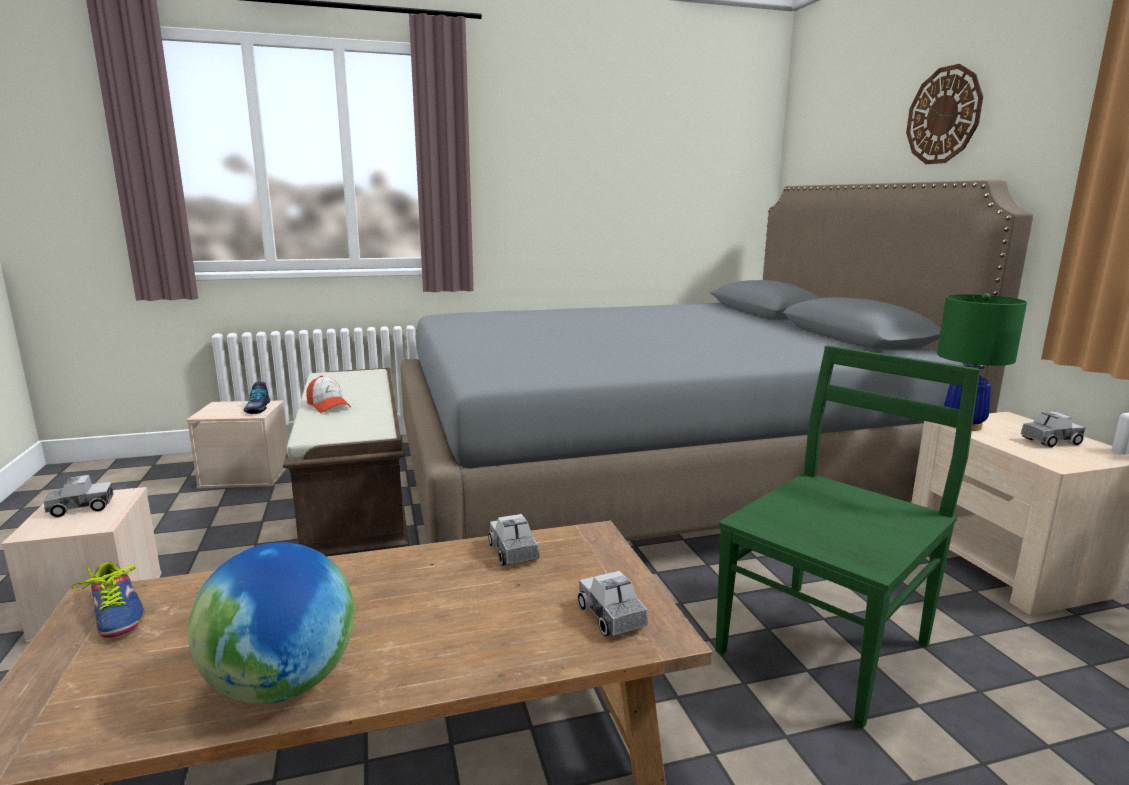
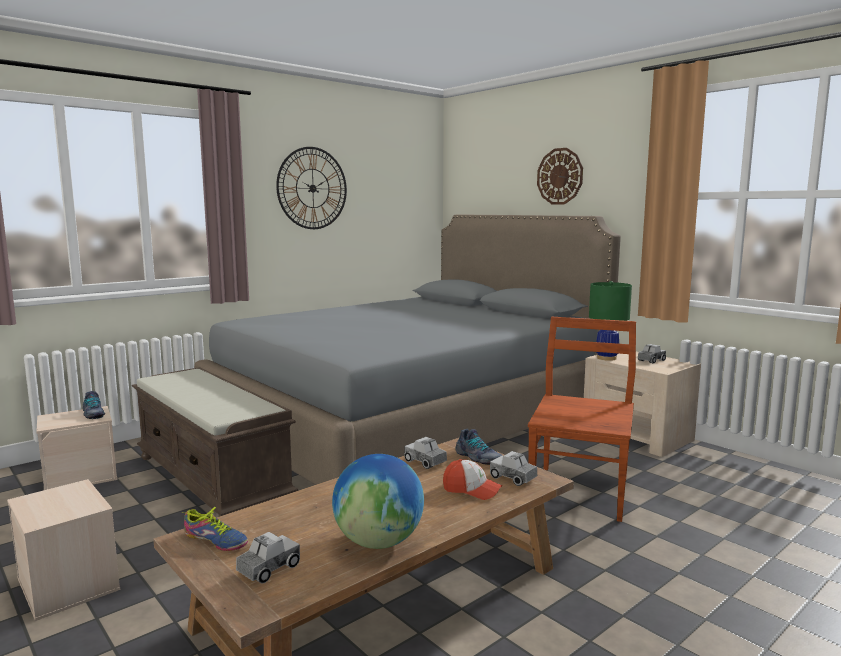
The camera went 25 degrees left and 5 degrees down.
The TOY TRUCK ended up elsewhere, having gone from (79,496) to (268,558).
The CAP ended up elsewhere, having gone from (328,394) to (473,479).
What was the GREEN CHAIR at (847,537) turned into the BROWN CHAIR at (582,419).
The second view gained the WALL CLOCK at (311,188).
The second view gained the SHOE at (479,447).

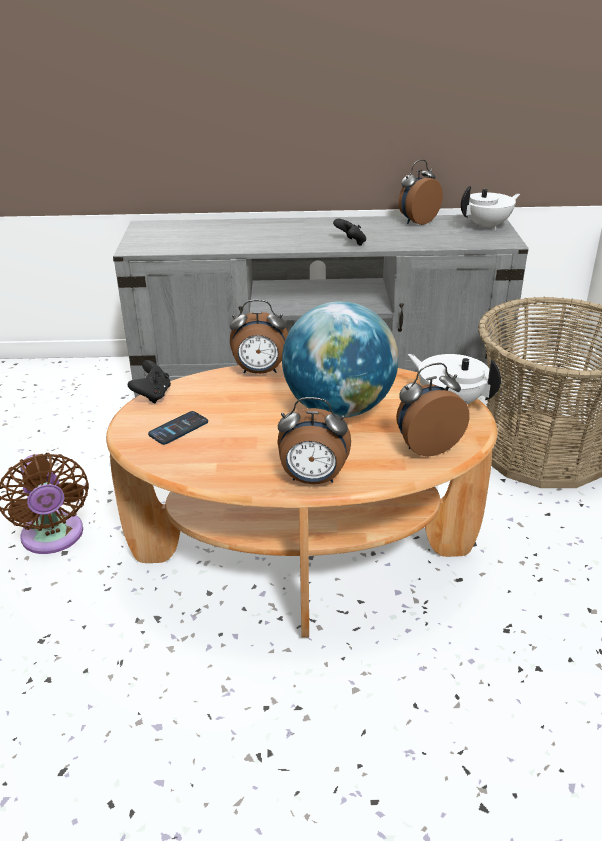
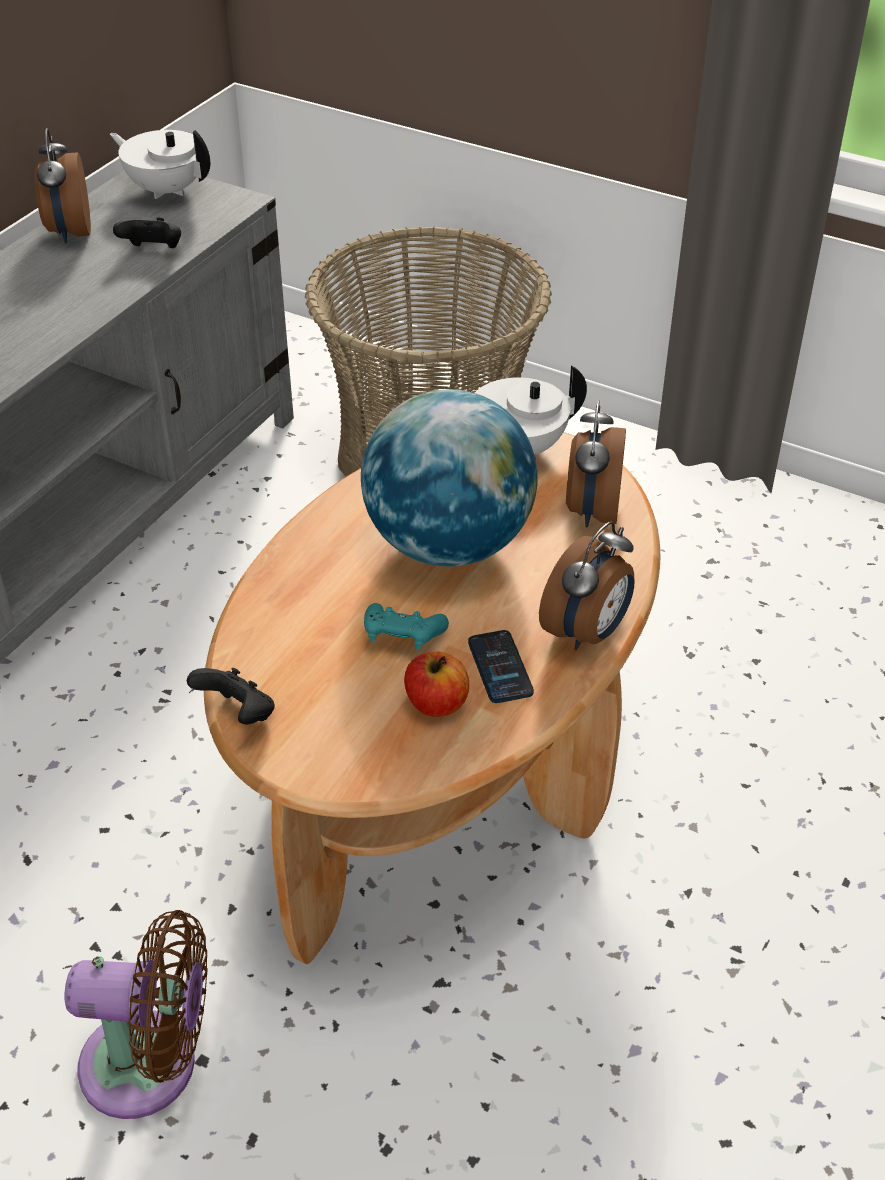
The camera went 60 degrees left and 10 degrees up.
The PHONE ended up elsewhere, having gone from (178,428) to (501,666).
The second view lost the ALARM CLOCK at (259,337).
The BLACK GAME CONTROLLER ended up elsewhere, having gone from (349,232) to (147,232).
The WHITE TEAPOT at (490,208) ended up facing another way, 60 degrees counterclockwise from before.
The second view gained the TURQUOISE GAME CONTROLLER at (406,626).
The second view gained the APPLE at (436,684).

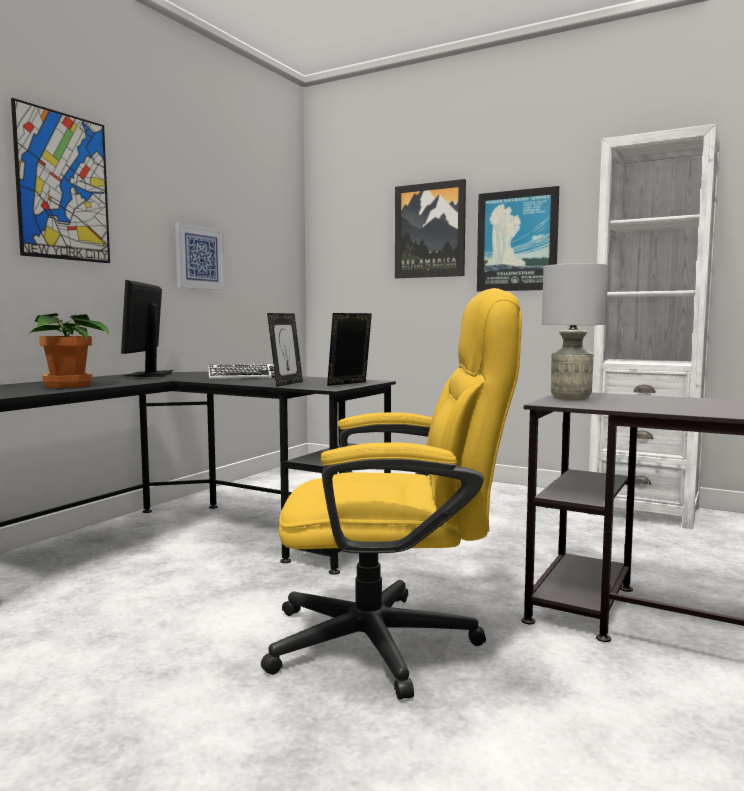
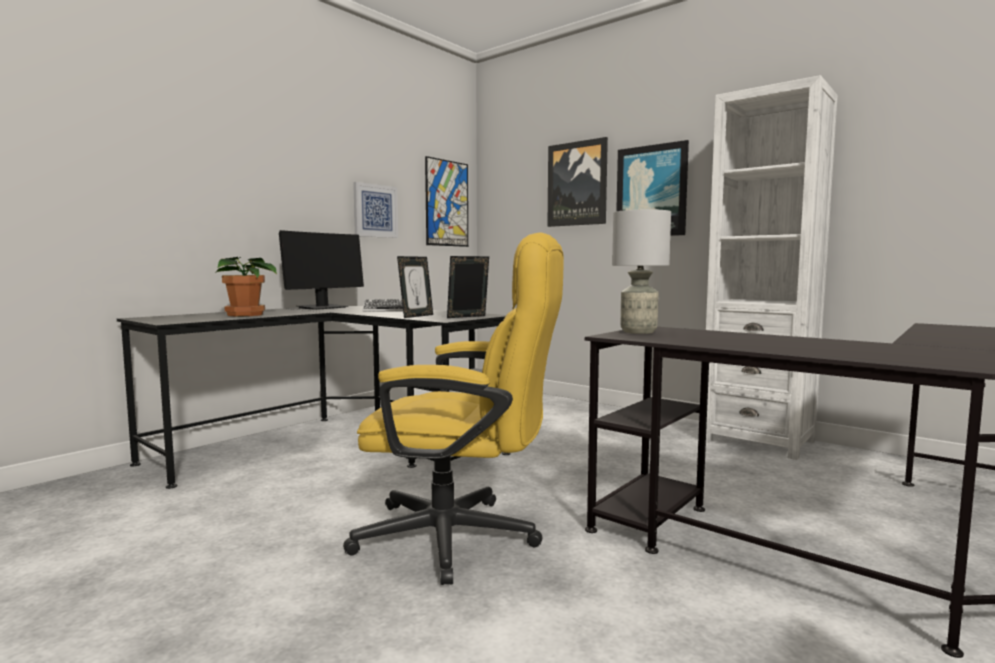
The camera went 10 degrees right and 0 degrees up.
The PICTURE ended up elsewhere, having gone from (60,180) to (446,201).
The MONITOR at (147,328) ended up facing another way, 150 degrees counterclockwise from before.

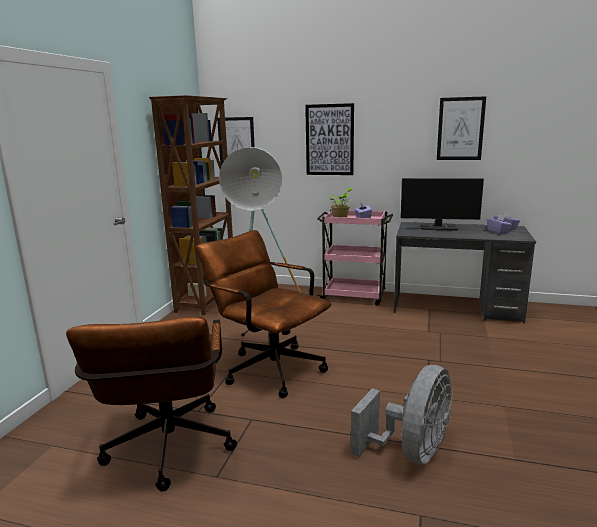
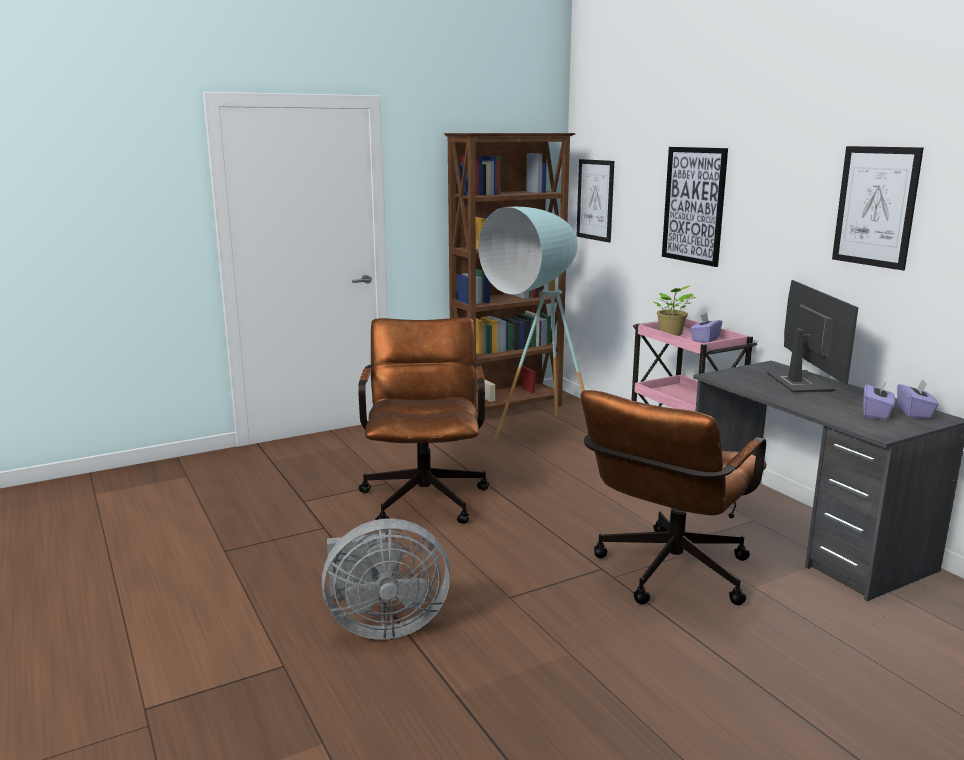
The camera went 45 degrees right and 0 degrees up.
The BROWN OFFICE CHAIR ended up elsewhere, having gone from (151,404) to (674,497).
The MONITOR at (442,204) ended up facing another way, 150 degrees counterclockwise from before.

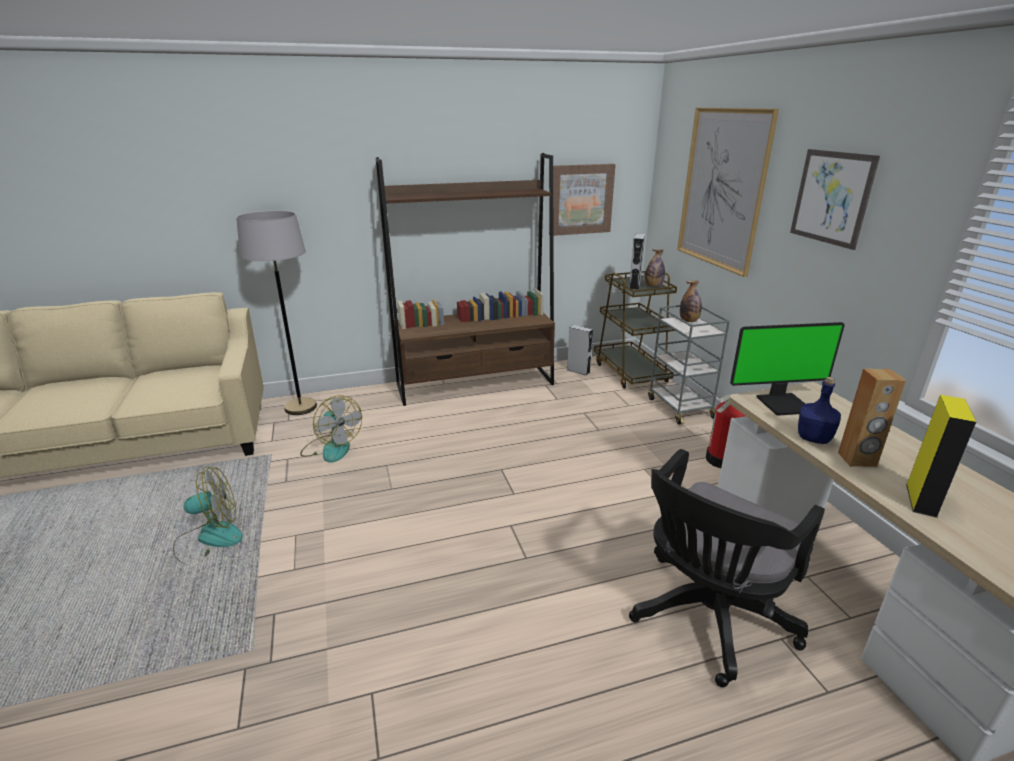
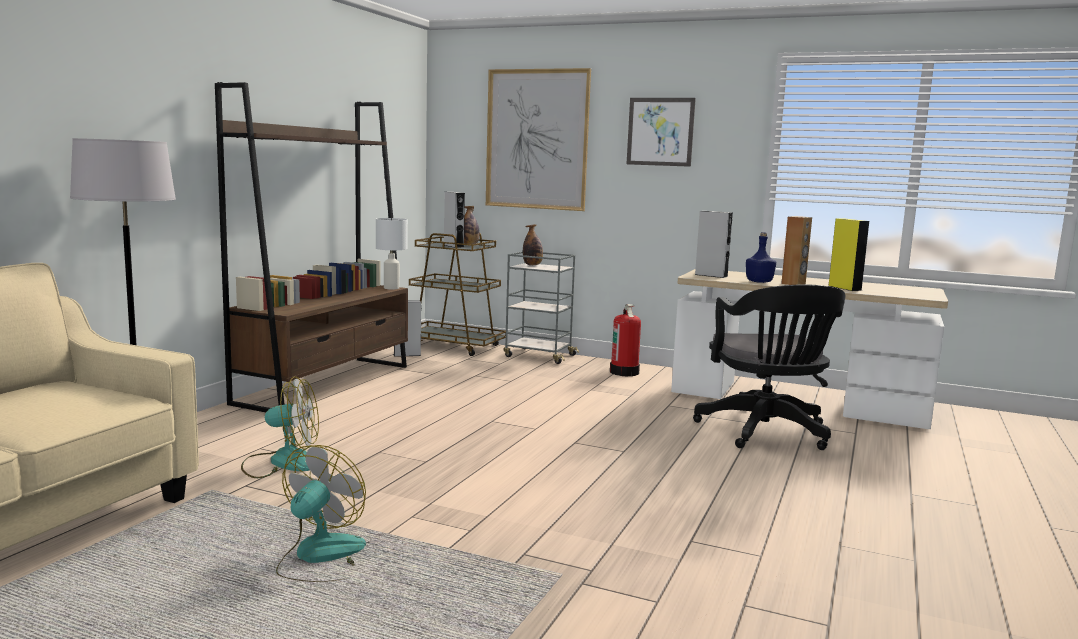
The camera went 50 degrees left and 15 degrees down.
The second view lost the PICTURE at (582,200).
Where the MONITOR stood at (787,369), the GREY SPEAKER came to stand at (714,244).
The second view gained the WHITE TABLE LAMP at (392,254).

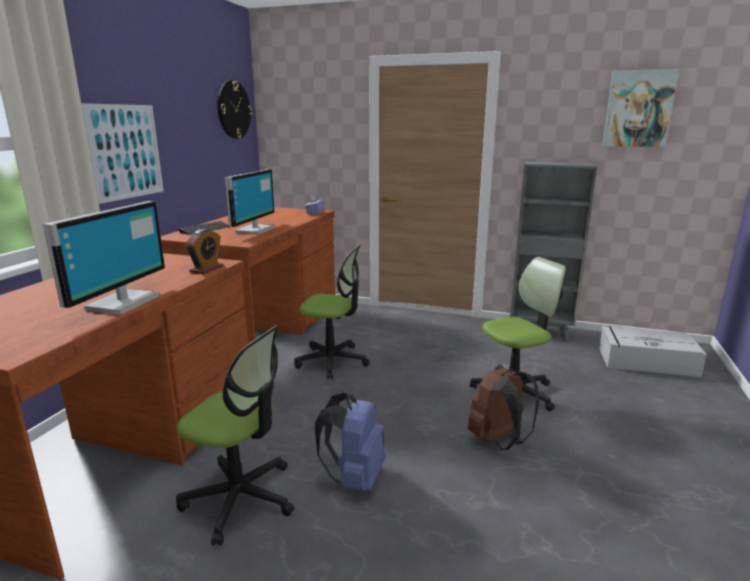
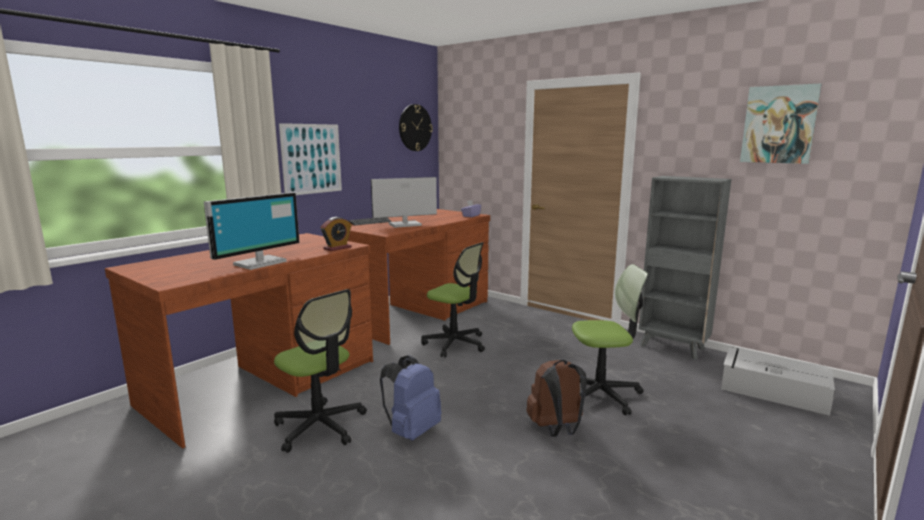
The camera went 20 degrees right and 5 degrees down.
The MONITOR at (249,202) ended up facing another way, 150 degrees counterclockwise from before.

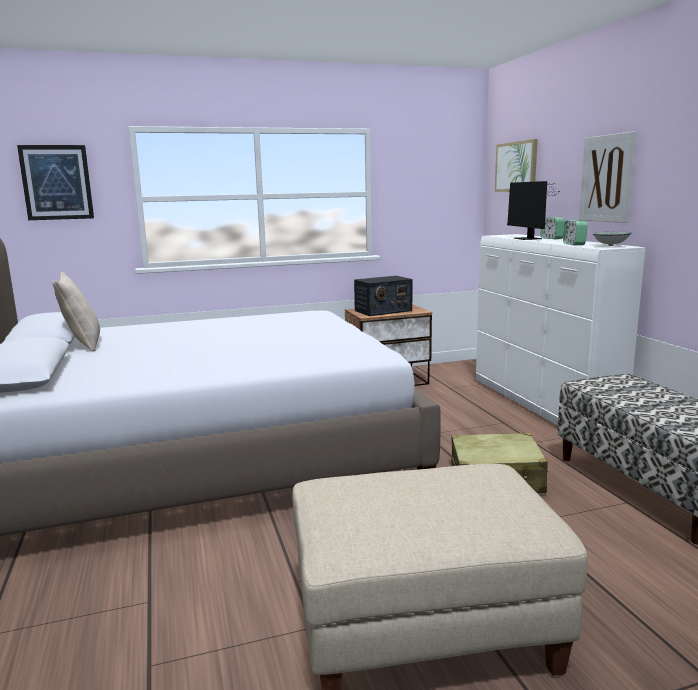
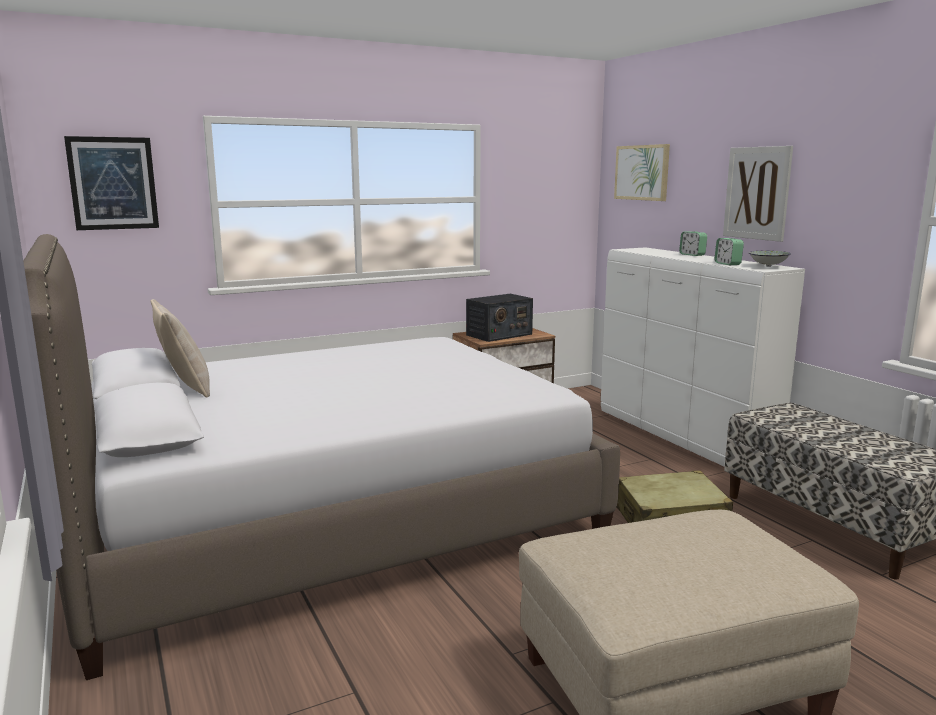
The camera went 10 degrees left and 0 degrees up.
The second view lost the MONITOR at (531,210).

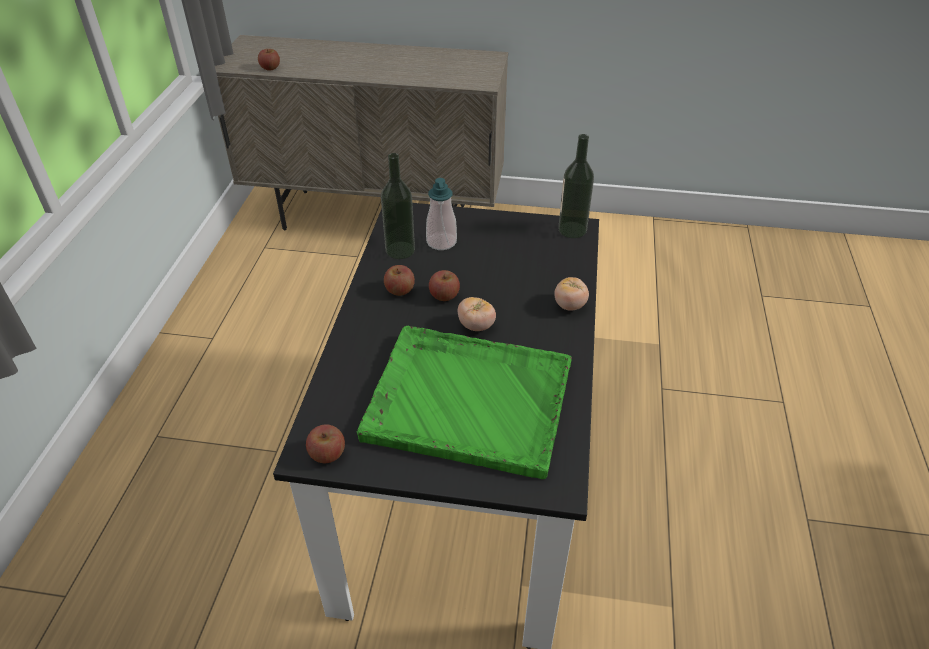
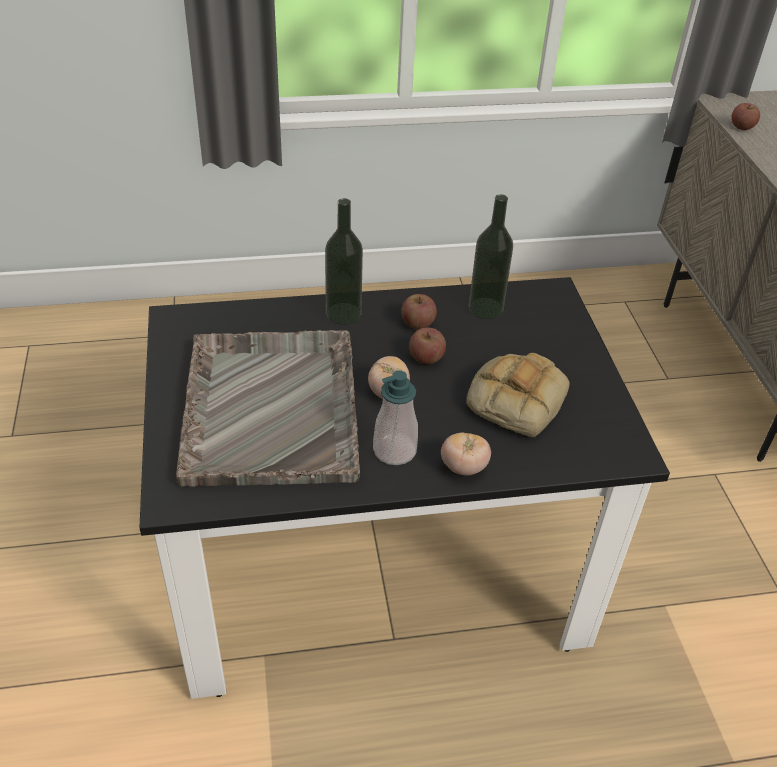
The camera went 70 degrees right and 0 degrees up.
The second view lost the APPLE at (325,443).
What was the GREEN TRAY at (464,402) turned into the GREY TRAY at (268,408).
The SOAP DISPENSER ended up elsewhere, having gone from (441,214) to (395,417).
The BOTTLE ended up elsewhere, having gone from (576,186) to (344,261).
The second view gained the BREAD at (518,395).

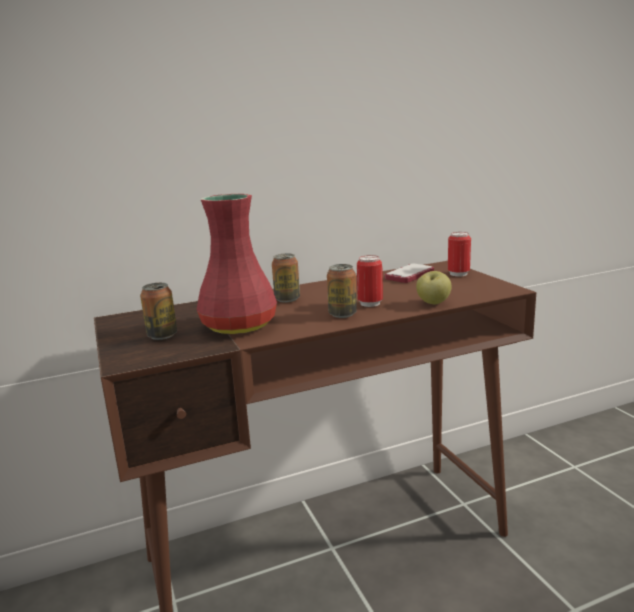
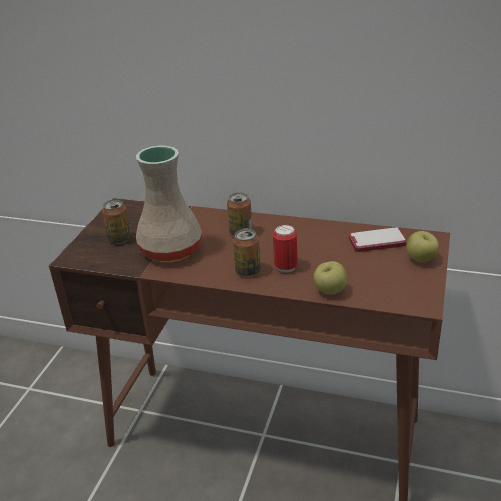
The camera went 40 degrees right and 15 degrees up.
What was the RED VASE at (237,264) turned into the BEIGE VASE at (169,203).
Where the CAN stood at (459,254), the APPLE came to stand at (422,246).

